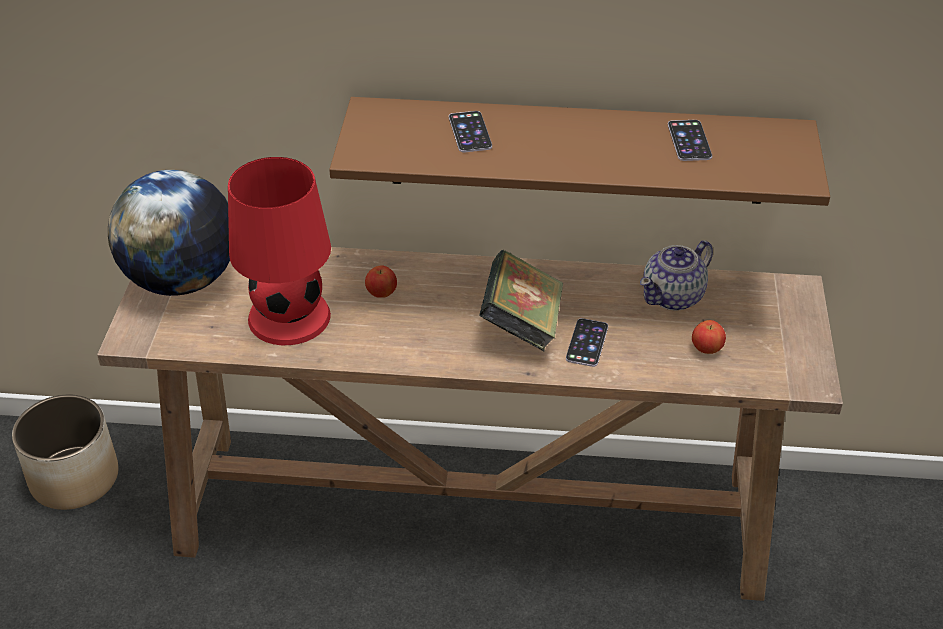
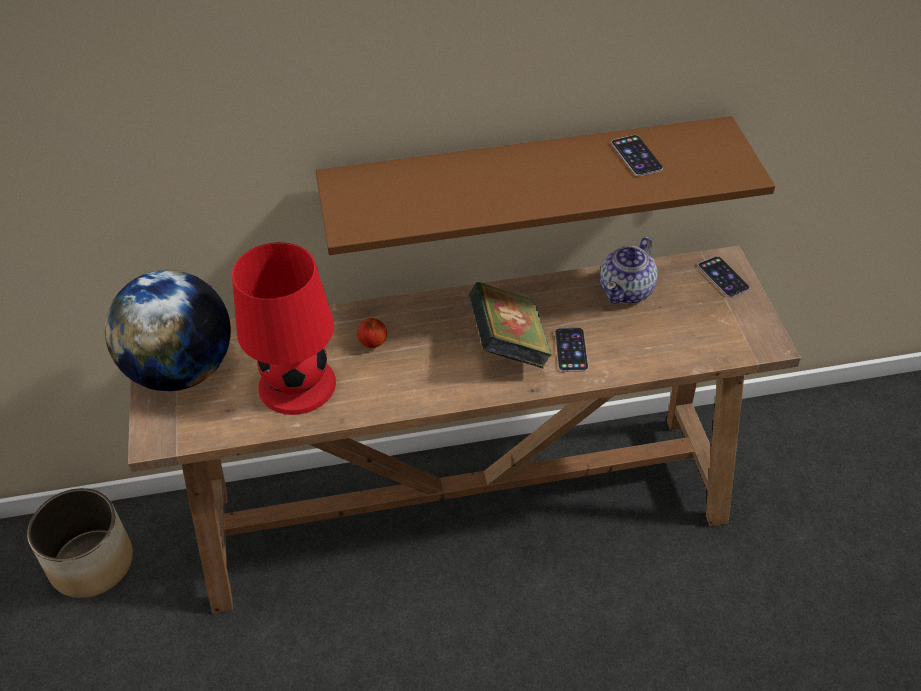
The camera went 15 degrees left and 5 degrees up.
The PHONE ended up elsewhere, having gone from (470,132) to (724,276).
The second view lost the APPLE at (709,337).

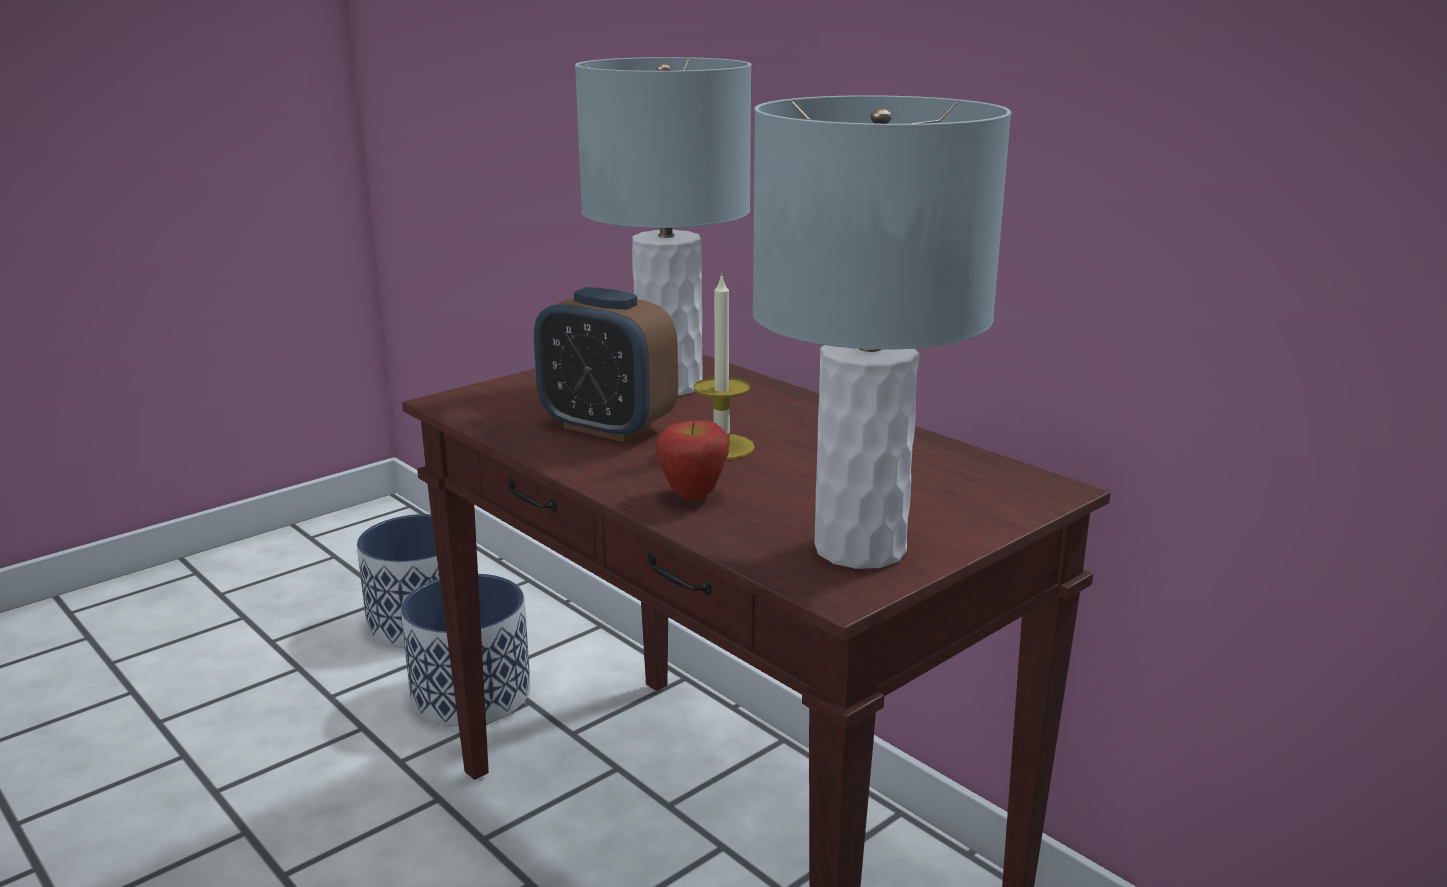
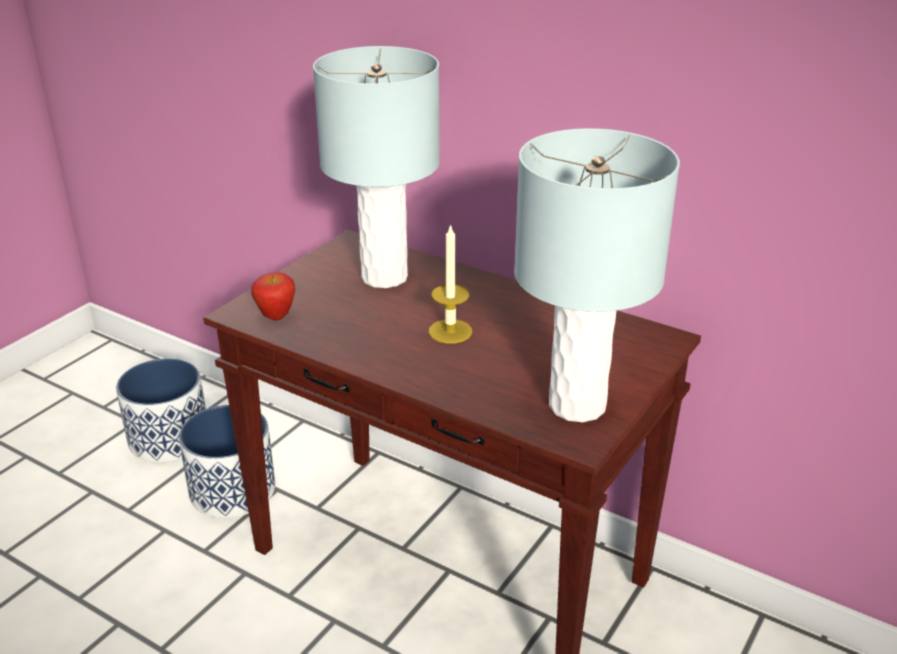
The camera went 15 degrees left and 10 degrees up.
The second view lost the ALARM CLOCK at (606,364).
The APPLE ended up elsewhere, having gone from (692,460) to (273,296).

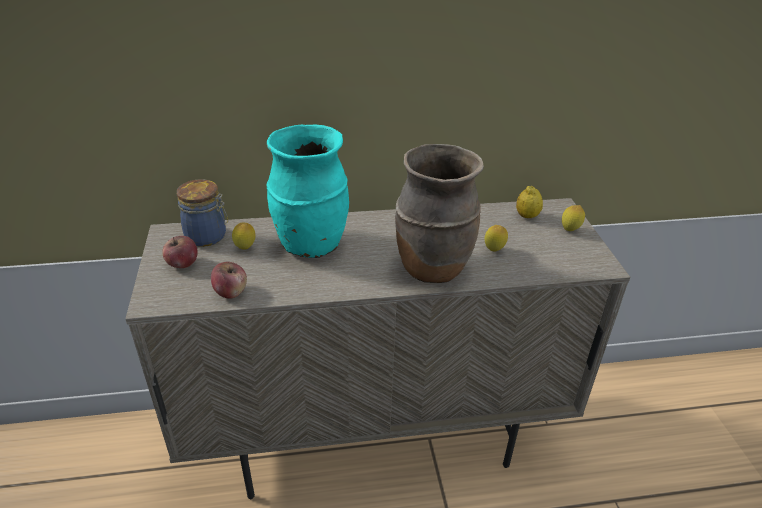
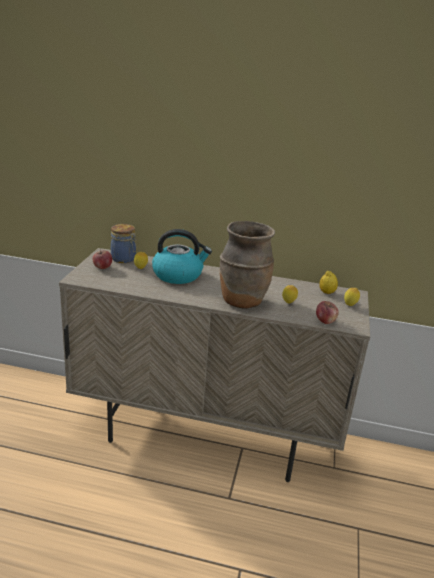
The camera went 20 degrees right and 10 degrees down.
The APPLE ended up elsewhere, having gone from (229,280) to (327,312).
Where the TURQUOISE VASE stood at (308,191), the KETTLE came to stand at (182,256).

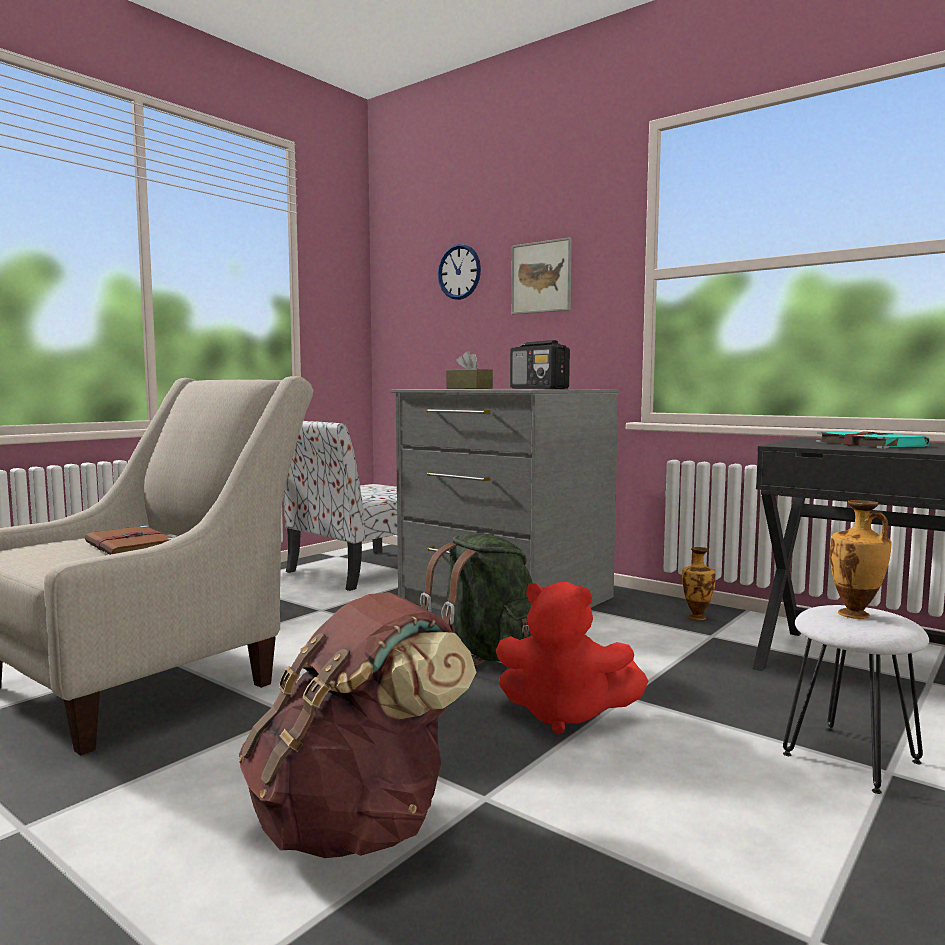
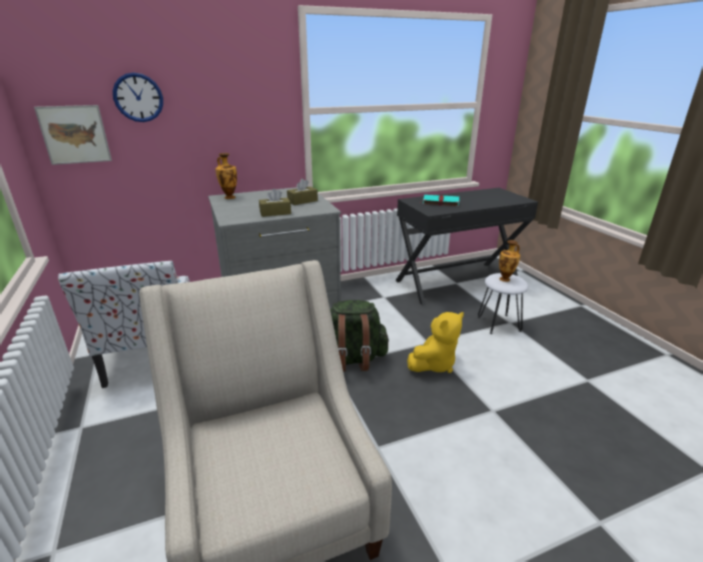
The camera went 60 degrees left and 20 degrees up.
The second view lost the BROWN BOOK at (130,540).
The second view lost the BROWN BACKPACK at (357,725).
What was the RED PLUSH TOY at (572,658) turned into the YELLOW PLUSH TOY at (435,342).
Where the RADIO stood at (540,364), the BROWN TISSUE BOX came to stand at (302,192).
The PICTURE ended up elsewhere, having gone from (541,275) to (73,135).
The VASE ended up elsewhere, having gone from (699,583) to (226,176).

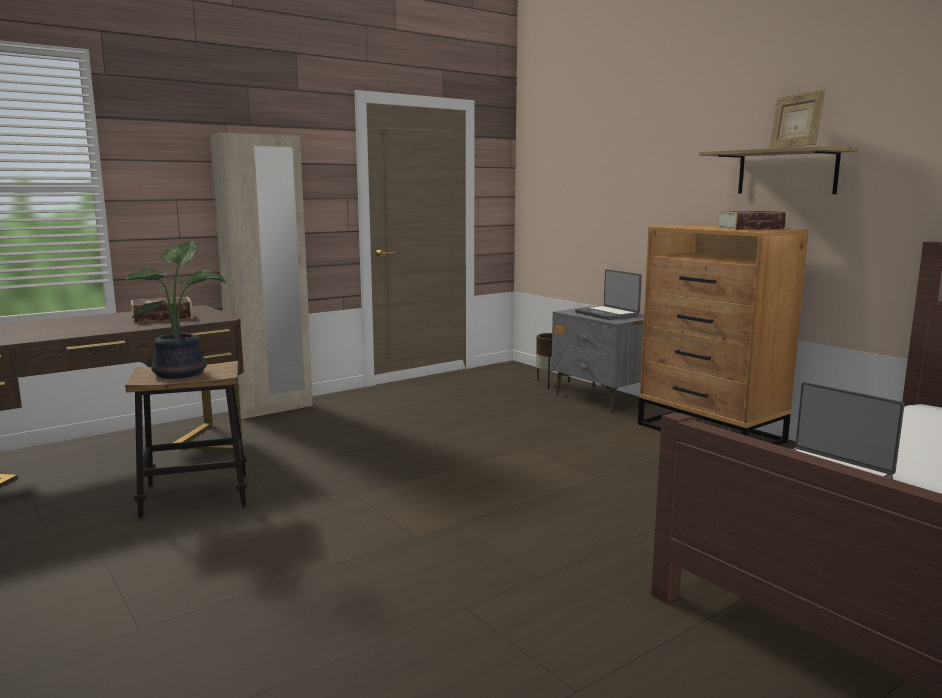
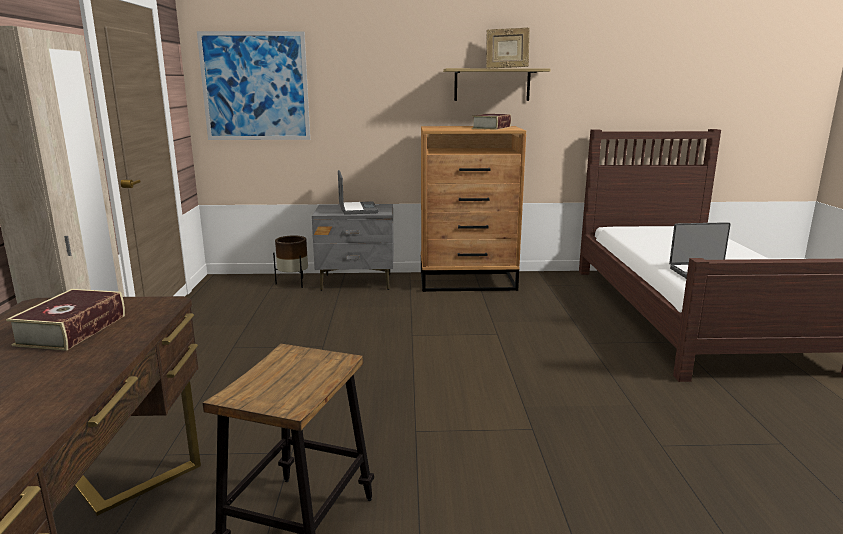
The camera went 55 degrees left and 5 degrees up.
The second view lost the POTTED PLANT at (175,310).
The LAPTOP at (608,294) ended up facing another way, 105 degrees counterclockwise from before.
The second view gained the PICTURE at (253,85).

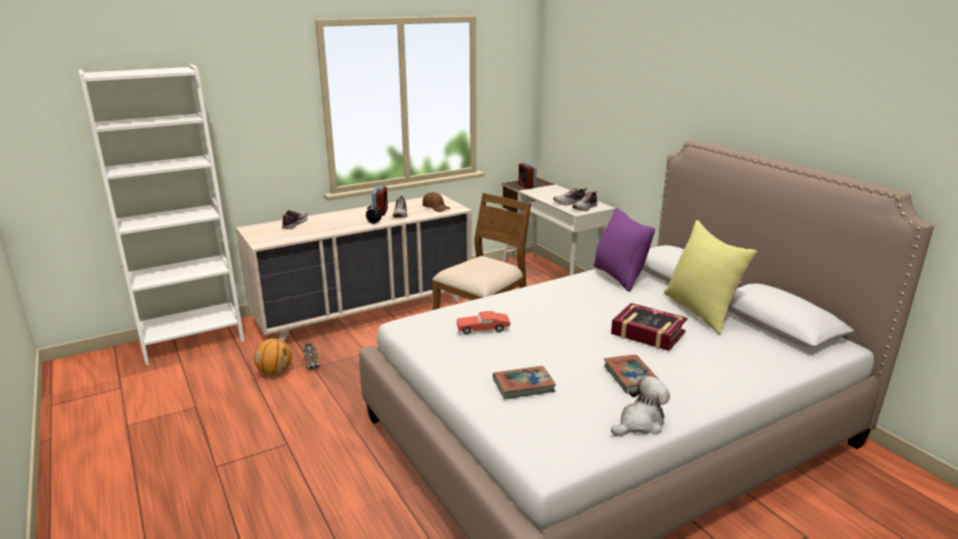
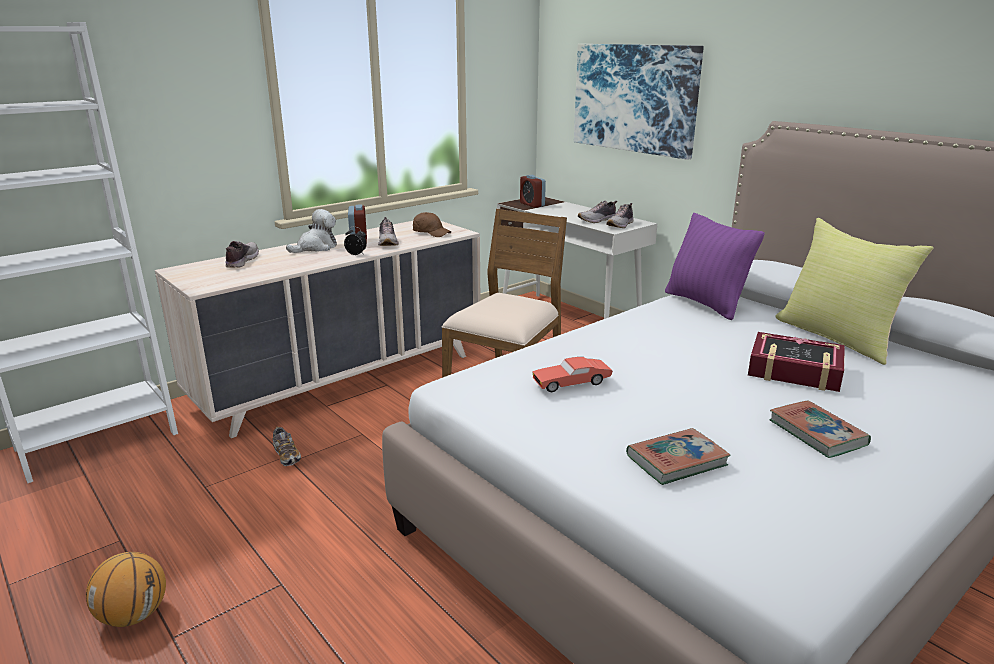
The camera went 10 degrees left and 0 degrees up.
The BASKETBALL ended up elsewhere, having gone from (273,356) to (126,589).
The PLUSH TOY ended up elsewhere, having gone from (640,406) to (311,231).
The second view gained the PICTURE at (639,102).

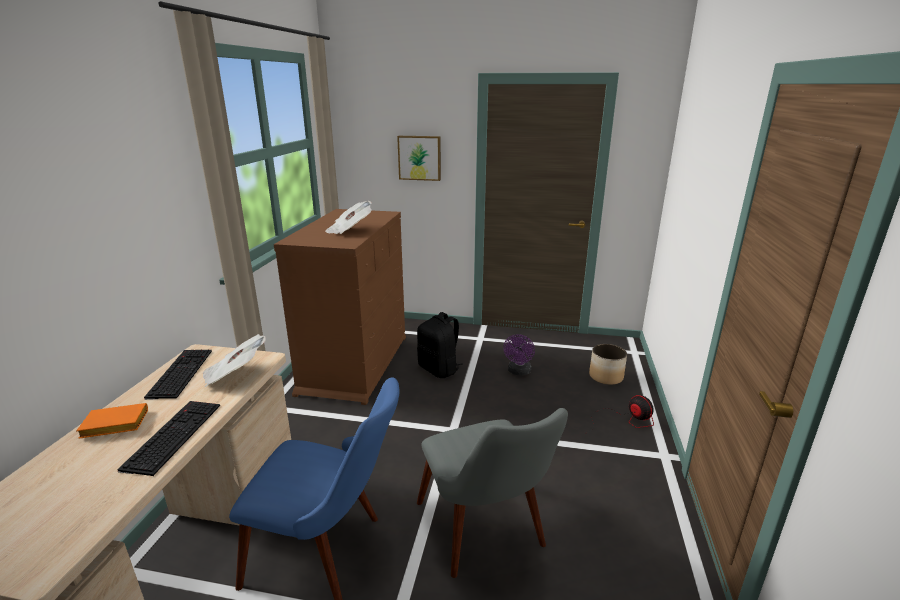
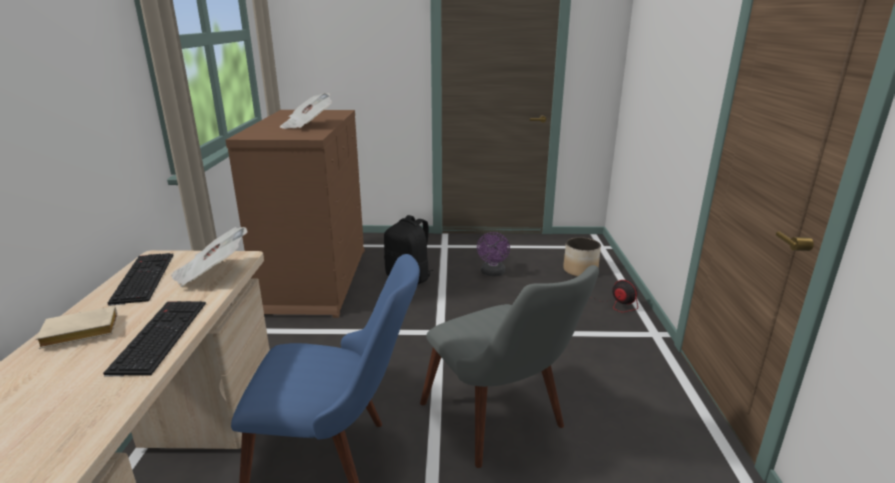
The camera went 10 degrees left and 0 degrees up.
What was the ORANGE BOOK at (112,421) turned into the BEIGE BOOK at (76,327).
The second view lost the PICTURE at (419,158).

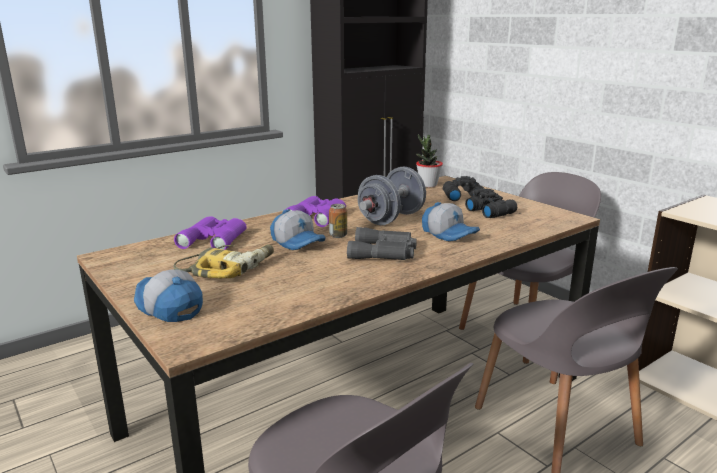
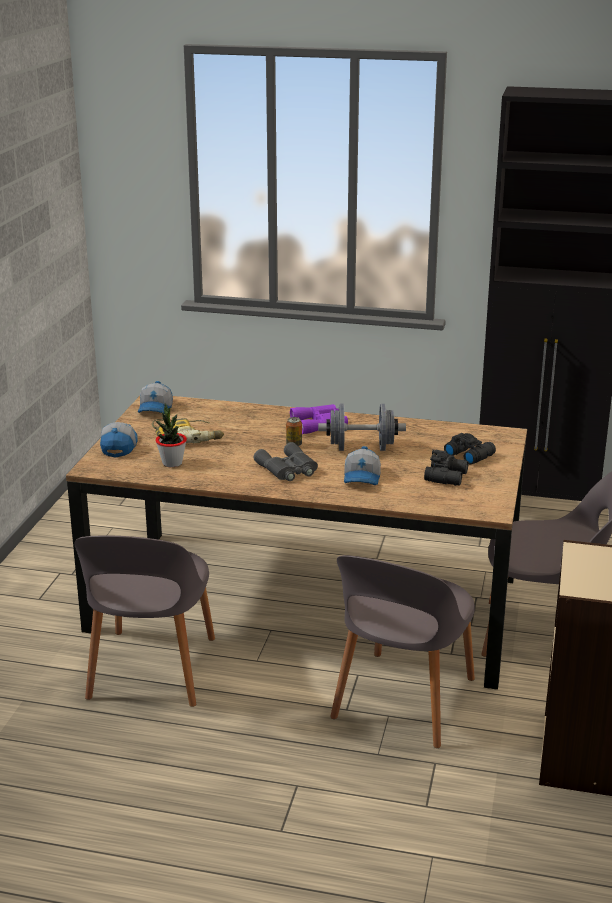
The camera went 50 degrees right and 5 degrees up.
The second view lost the PURPLE BINOCULARS at (210,233).
The CAP ended up elsewhere, having gone from (297,229) to (155,397).
The POTTED PLANT ended up elsewhere, having gone from (429,160) to (171,435).

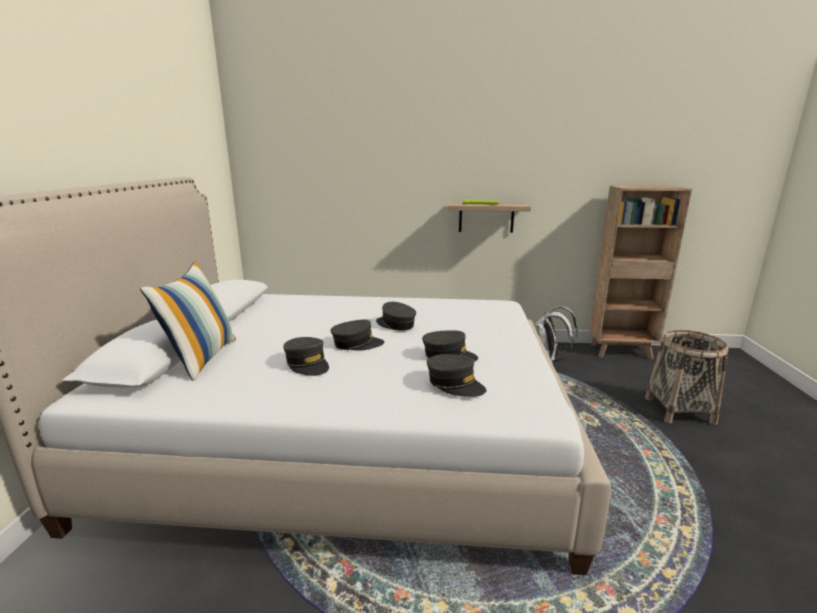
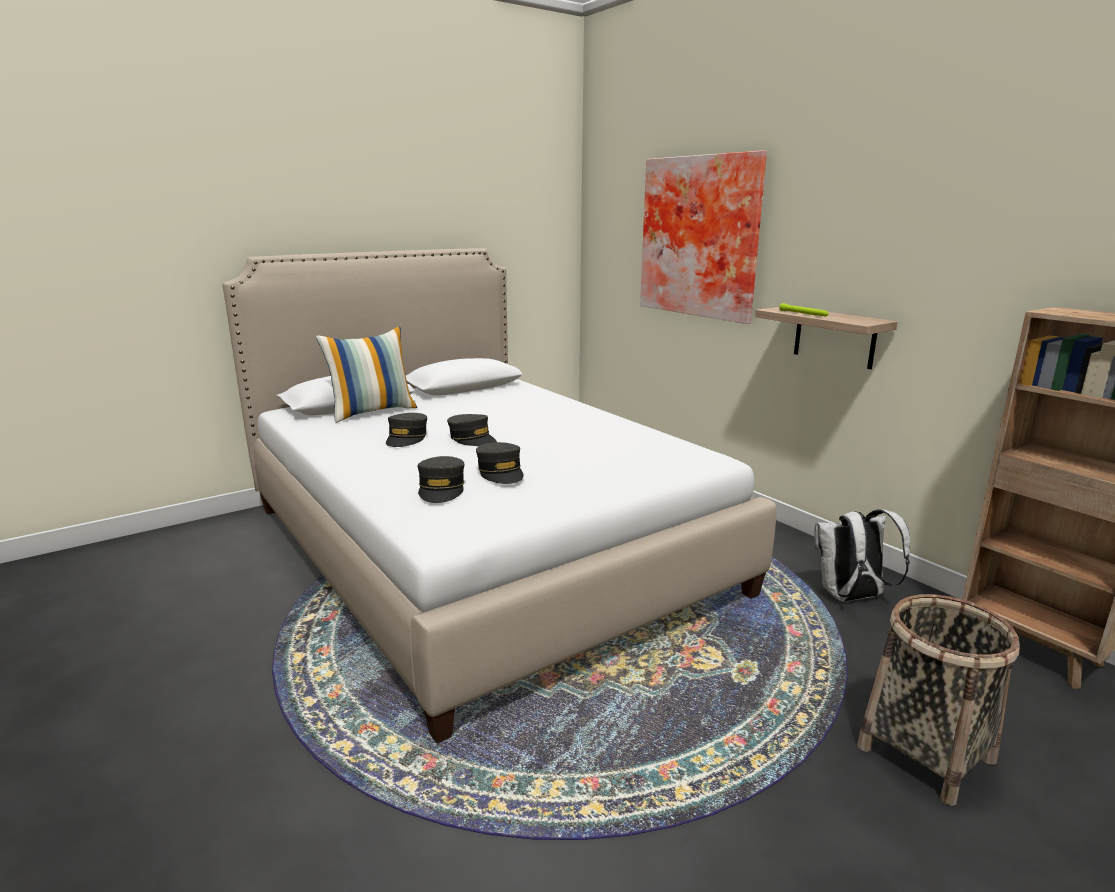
The camera went 50 degrees right and 0 degrees up.
The second view lost the GREY CAP at (396,316).
The second view gained the PICTURE at (703,237).

